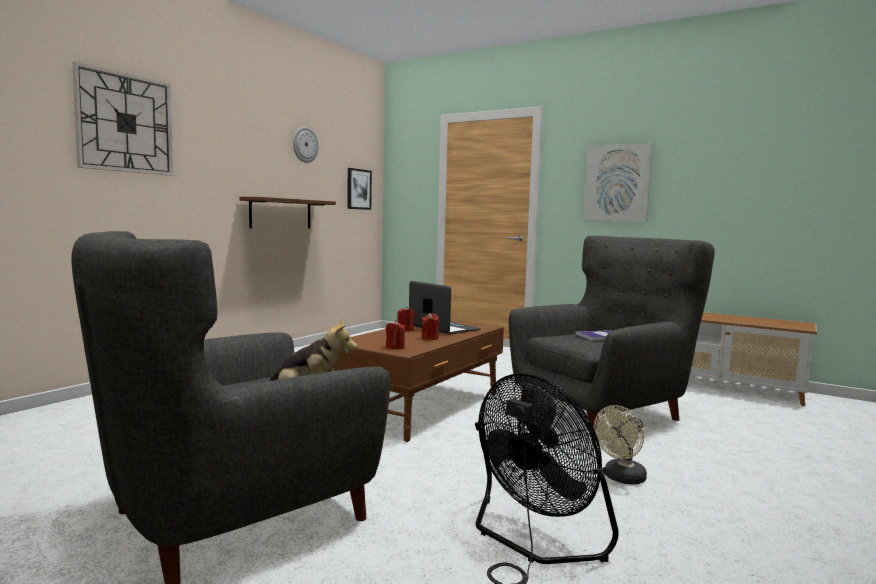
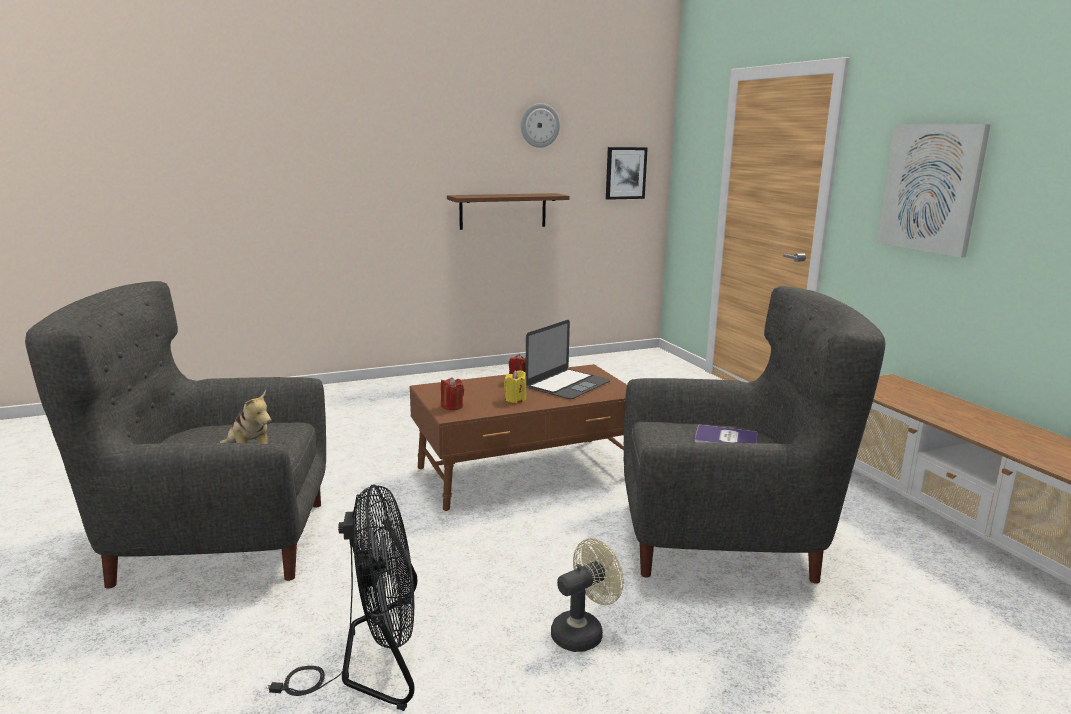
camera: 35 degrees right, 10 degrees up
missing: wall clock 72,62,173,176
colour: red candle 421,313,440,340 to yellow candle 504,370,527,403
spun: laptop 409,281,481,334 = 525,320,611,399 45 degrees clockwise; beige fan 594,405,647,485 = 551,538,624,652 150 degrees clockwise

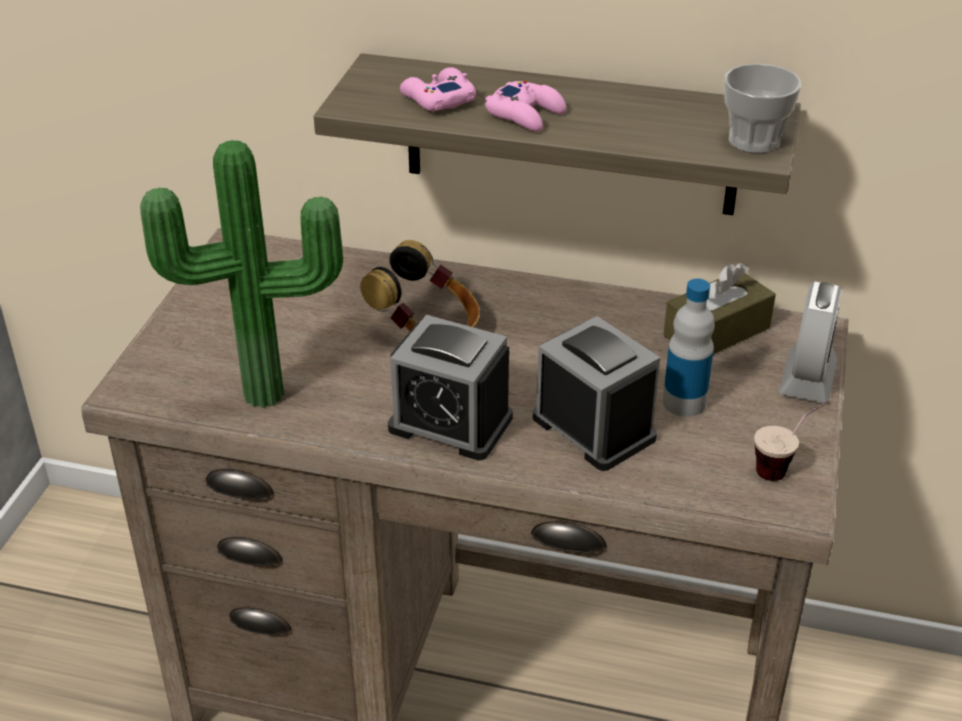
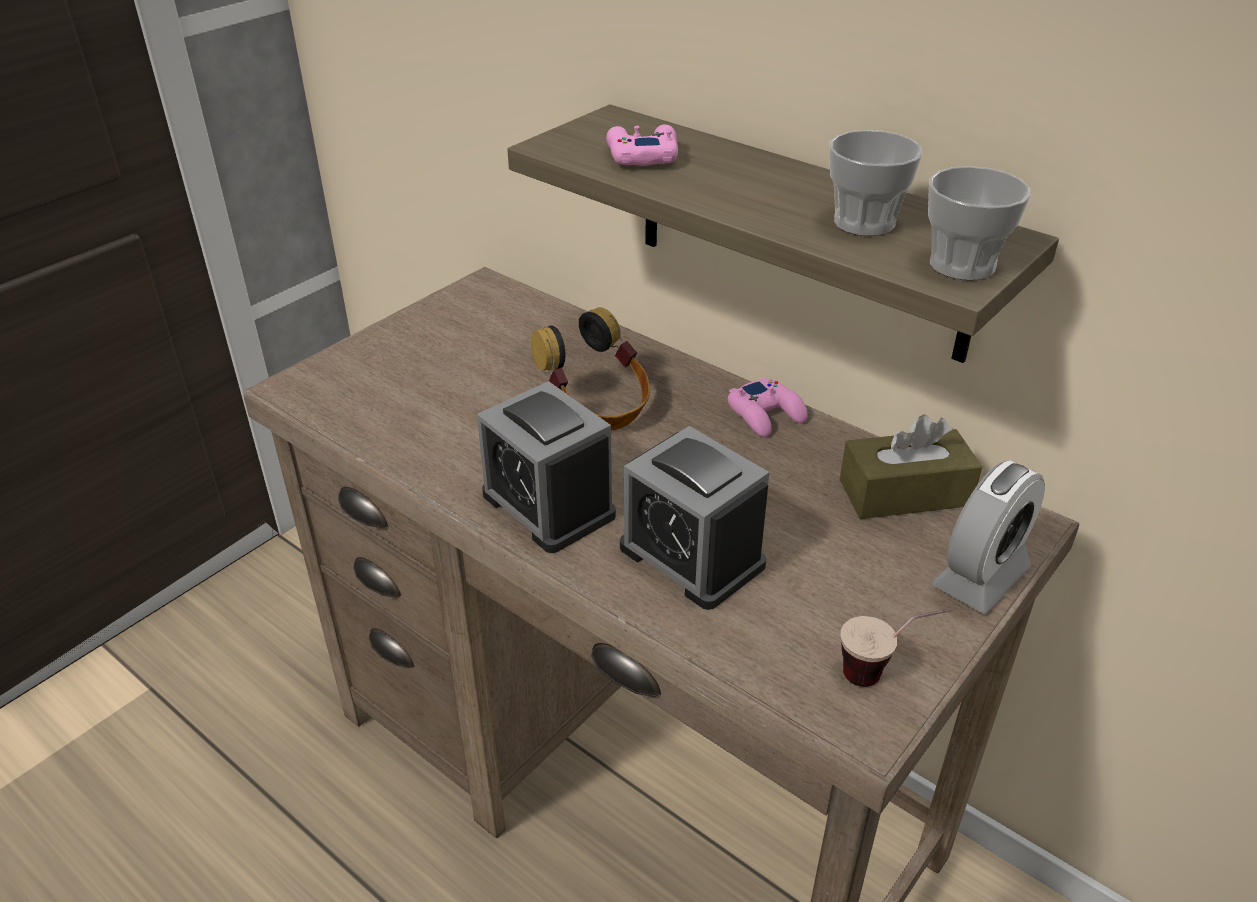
camera: 25 degrees right, 0 degrees up
missing: potted plant 140,140,343,408; bottle 663,279,715,417
appeared: cup 829,130,922,236
relocated: pink game controller 485,81,566,132 to 728,378,808,437
spun: alarm clock 533,316,660,471 = 620,426,769,610 150 degrees clockwise

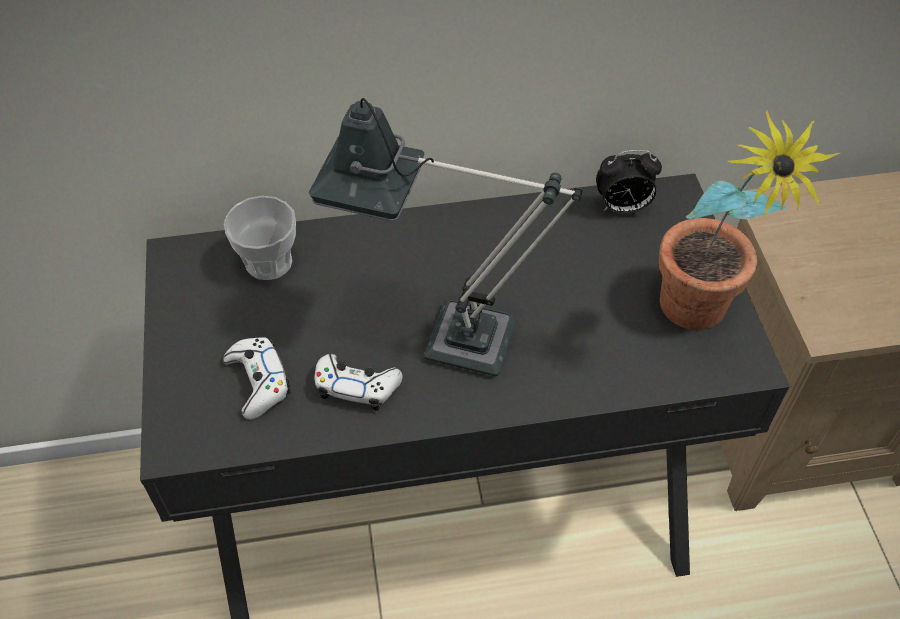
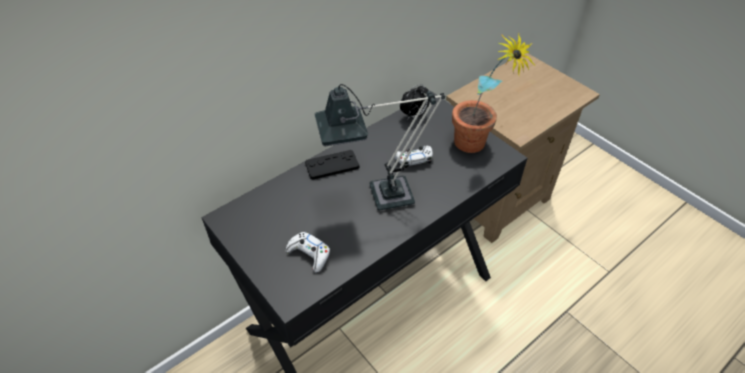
camera: 30 degrees left, 5 degrees down
missing: cup 224,196,296,280
appeared: black game controller 305,150,359,180
relocated: white game controller 314,354,402,411 to 394,145,433,168

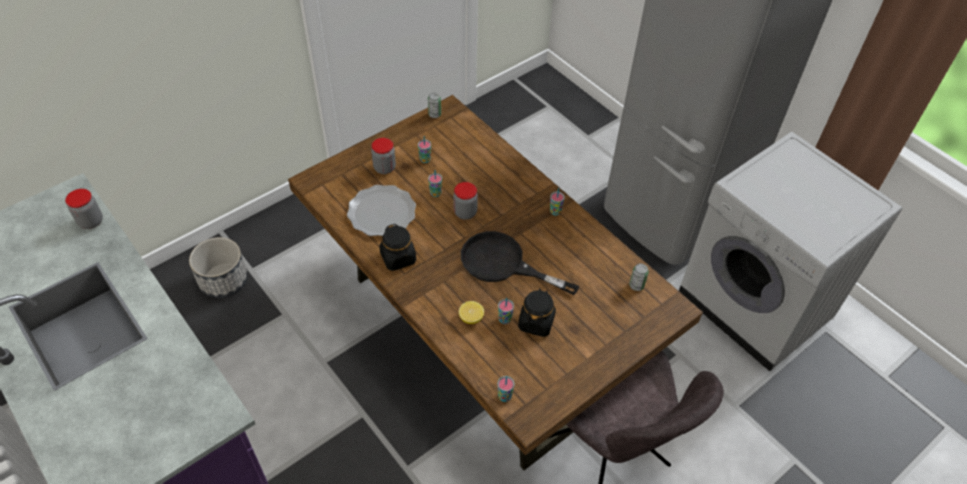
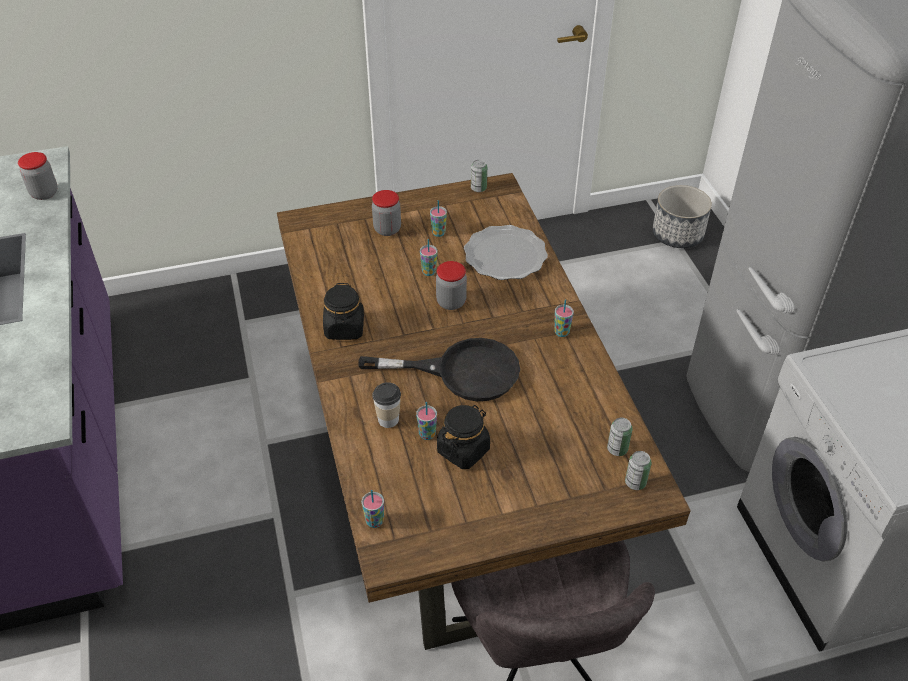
camera: 25 degrees right, 5 degrees down
appeared: can 625,451,651,490
relocated: plate 347,185,416,236 to 464,225,548,280; planter 189,237,248,298 to 653,185,712,248
exchanged: lemon 459,301,484,324 to cup 372,382,401,428
spun: black frying pan 461,231,579,295 = 358,338,520,401 135 degrees clockwise

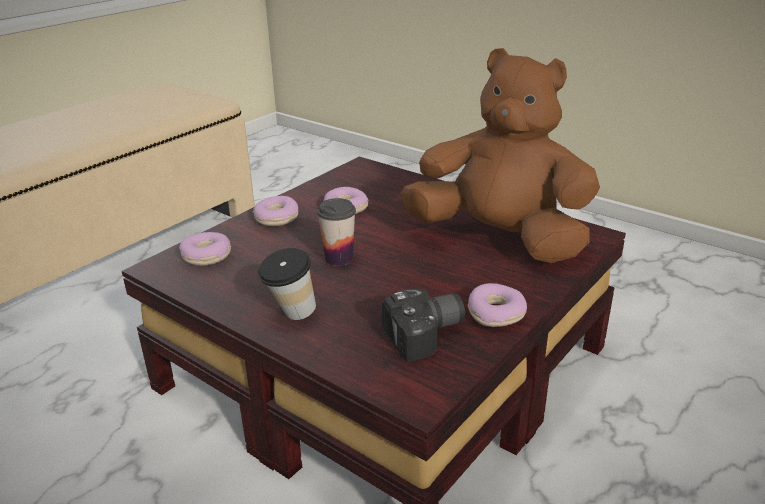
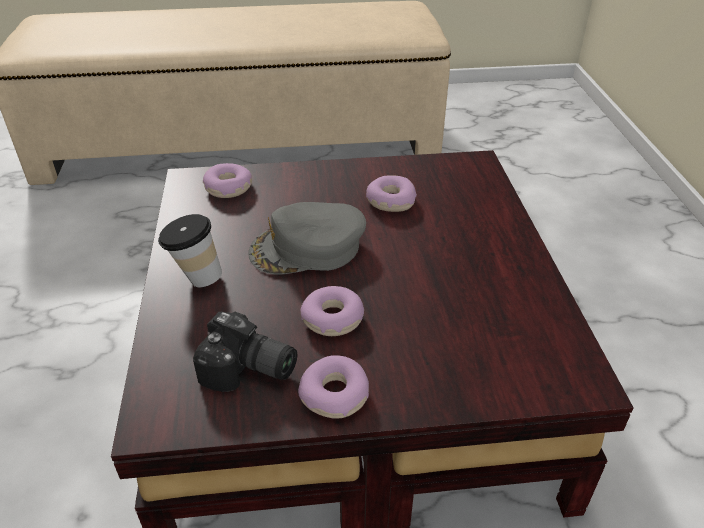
camera: 45 degrees right, 10 degrees up
missing: brown plush toy 400,48,600,263
relocated: donut 252,196,298,226 to 301,286,364,336
exchanged: cup 317,198,356,266 to grey cap 248,202,366,274

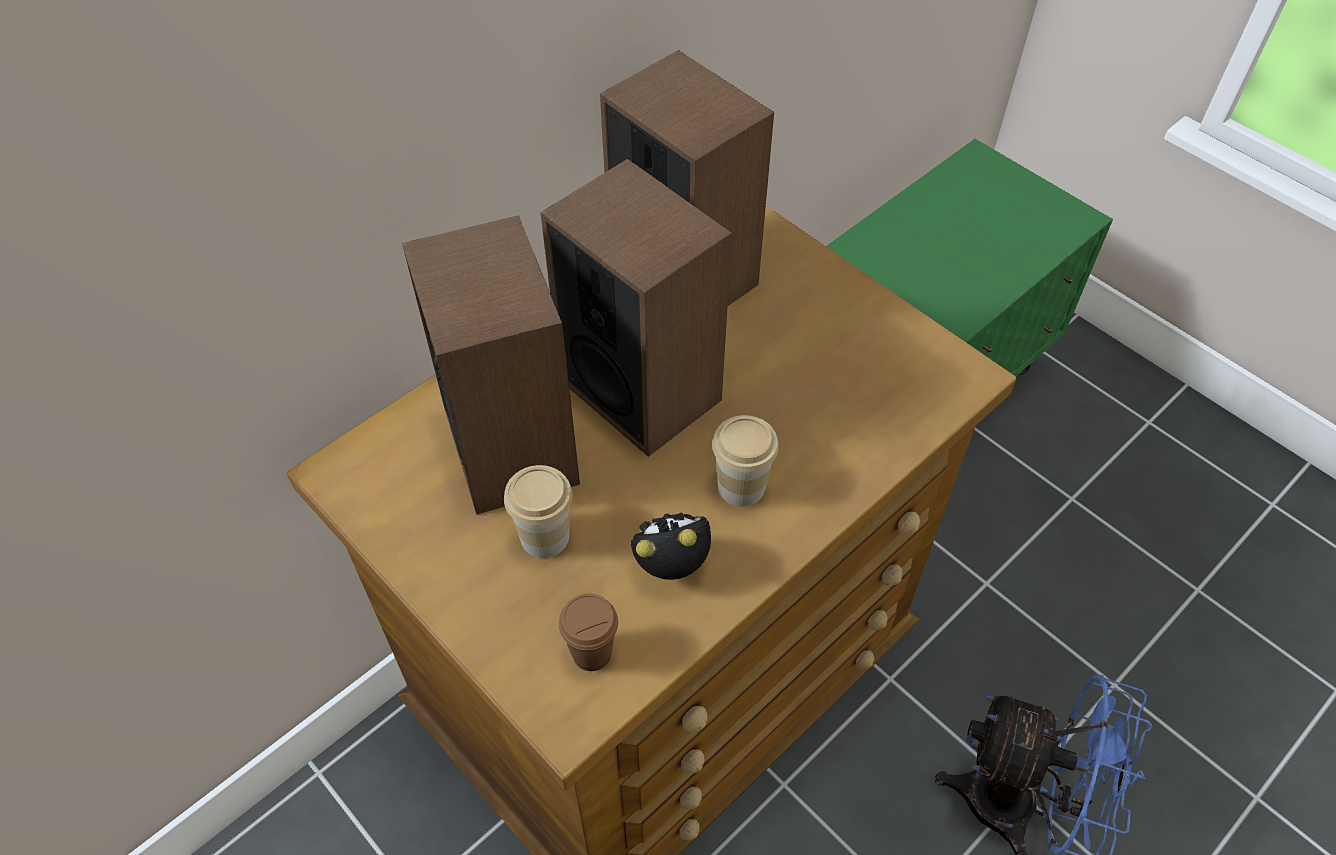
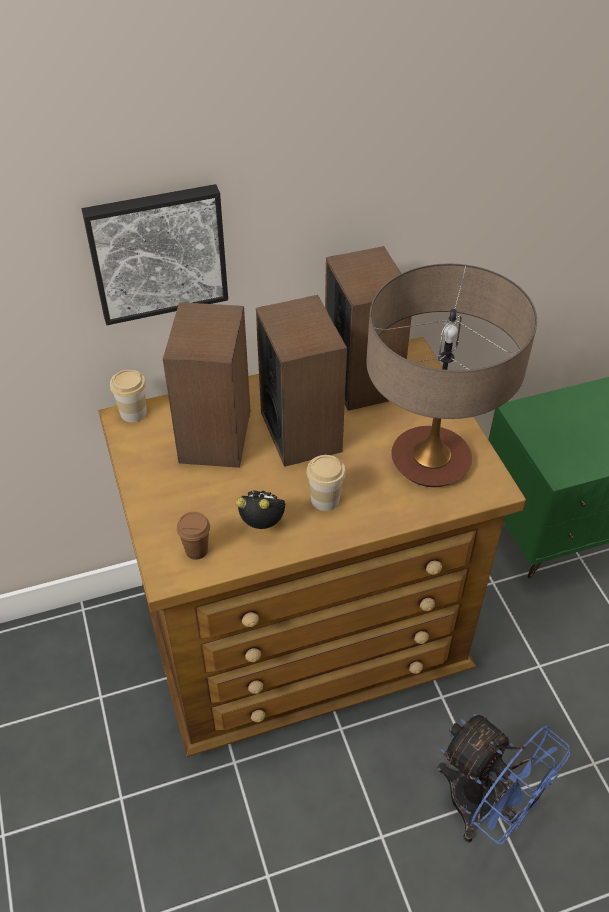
camera: 25 degrees right, 5 degrees down
appeared: picture 82,184,228,325; table lamp 366,264,537,487
relocated: cup 504,465,573,558 to 110,370,147,422

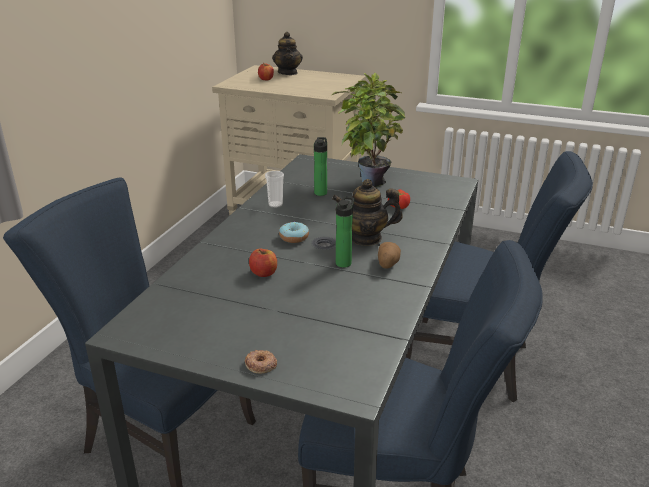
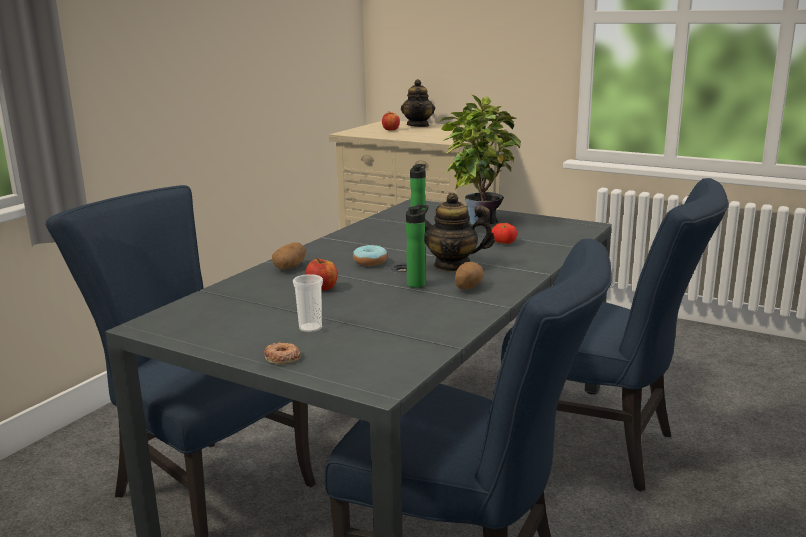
camera: 10 degrees right, 10 degrees down
appeared: potato 272,242,305,270
relocated: cup 265,171,284,208 to 293,274,323,333

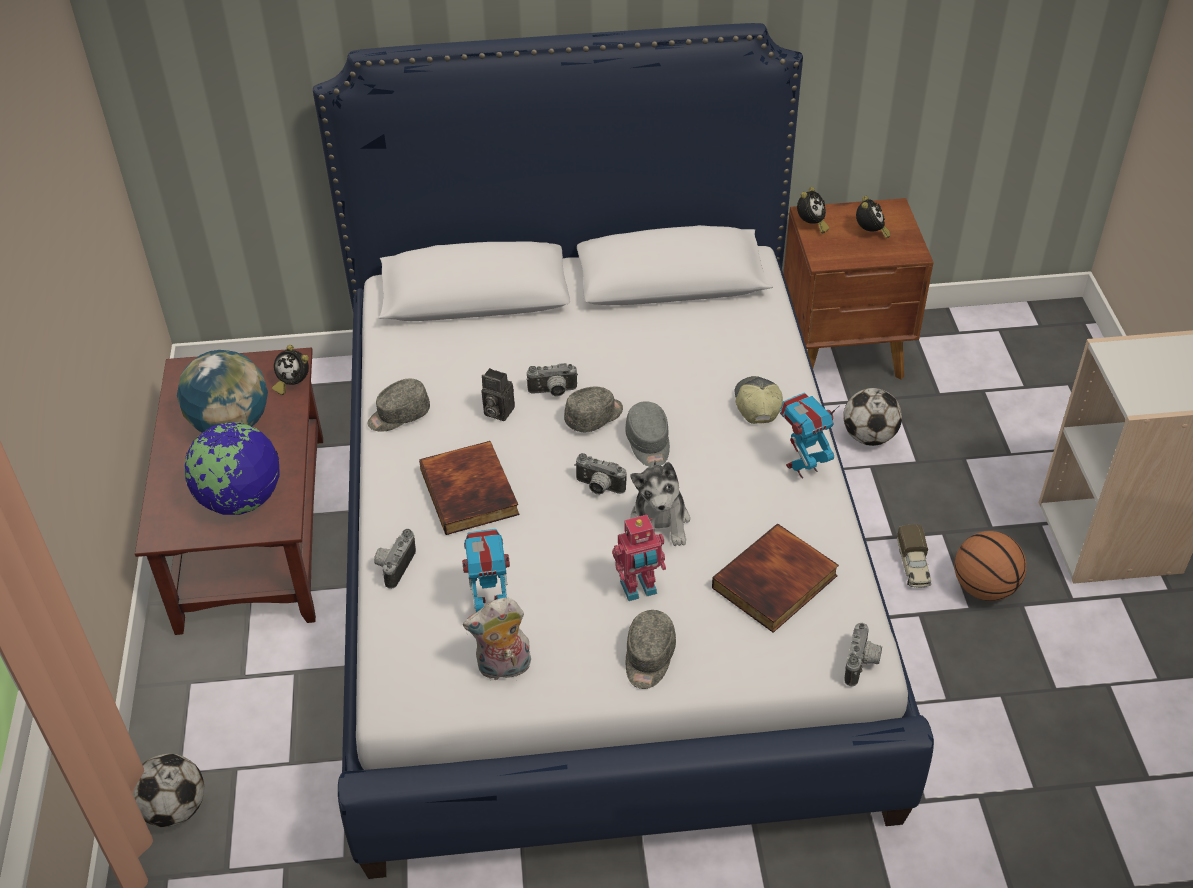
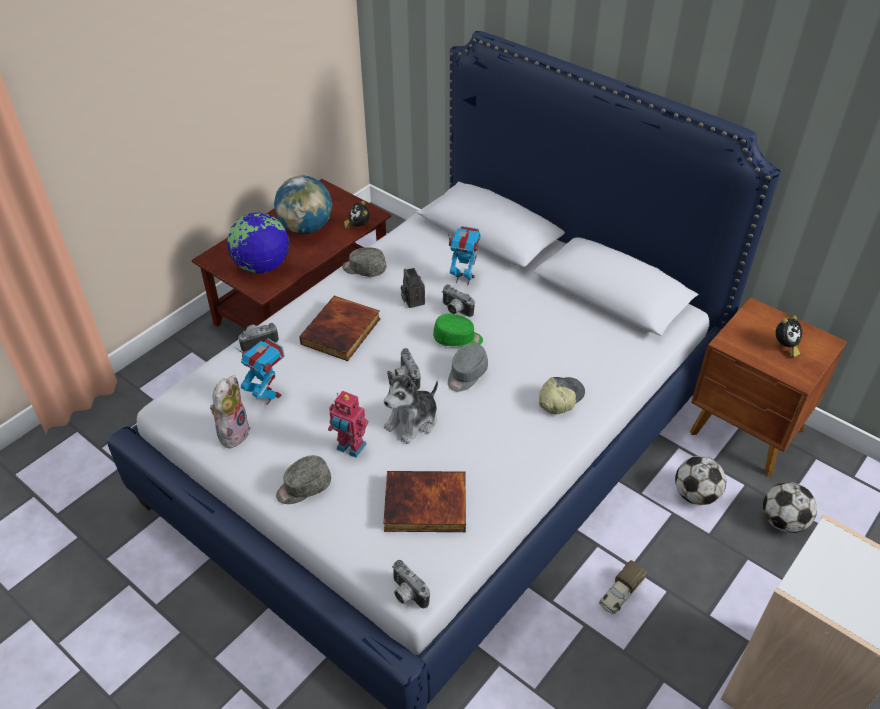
camera: 45 degrees right, 0 degrees up
missing: alarm clock 797,187,829,233; basketball 954,531,1027,601
relocated: toy robot 780,393,839,479 to 448,226,481,285; football 133,754,204,827 to 763,482,817,533
colour: grey cap 564,387,623,433 to green cap 433,314,483,347
spun: plush toy 463,597,531,680 = 210,375,250,448 75 degrees clockwise; photo camera 844,623,882,686 = 392,560,430,609 75 degrees clockwise

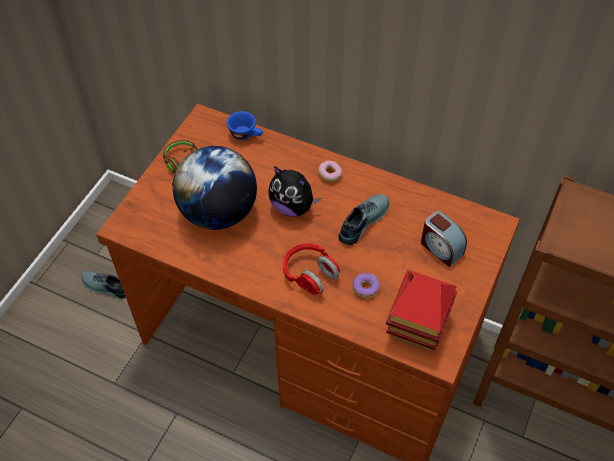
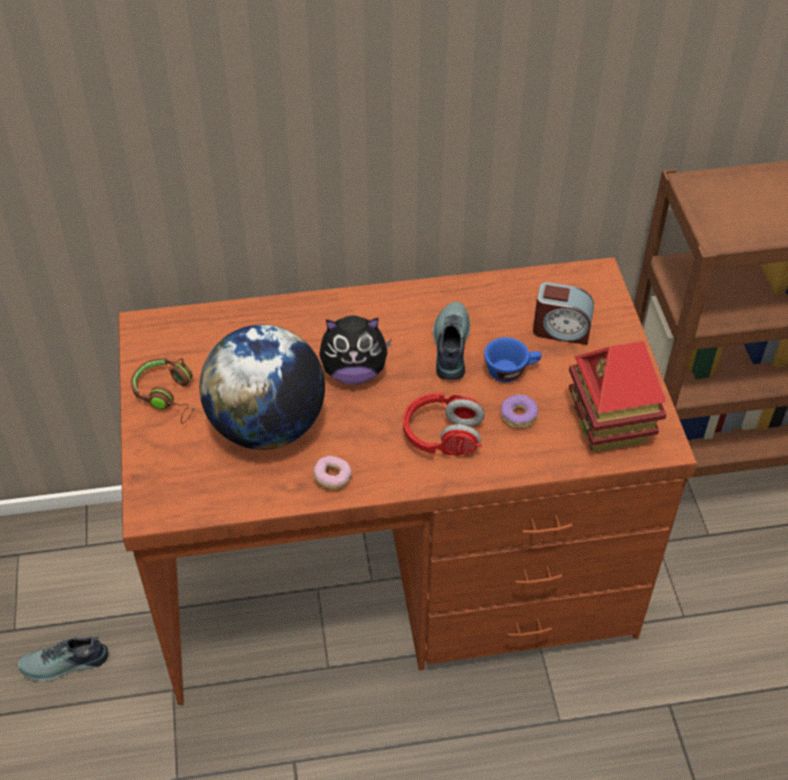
camera: 35 degrees left, 5 degrees down
relocated: donut 318,161,342,182 to 313,456,352,490; blue cup 227,111,263,140 to 484,337,541,382

